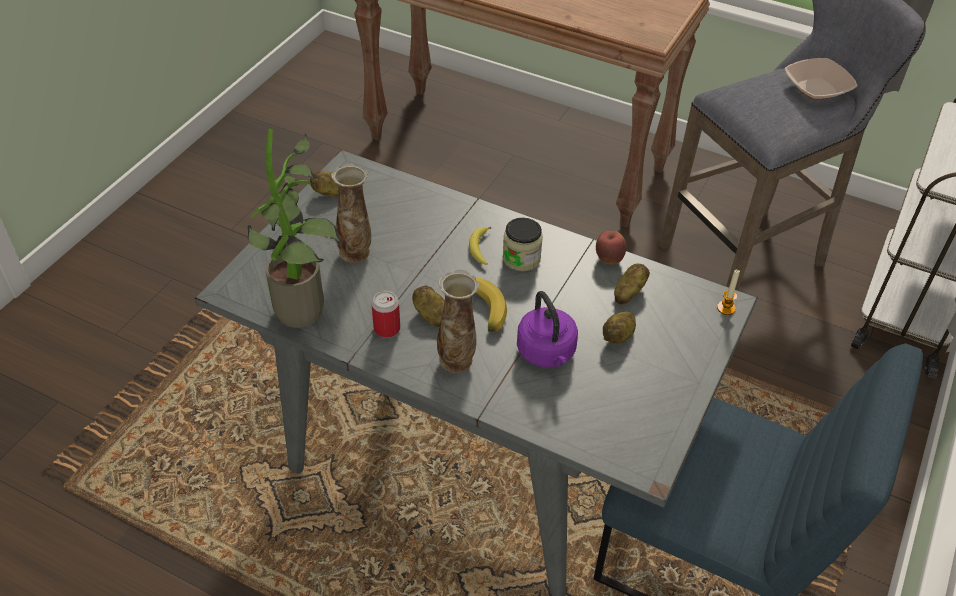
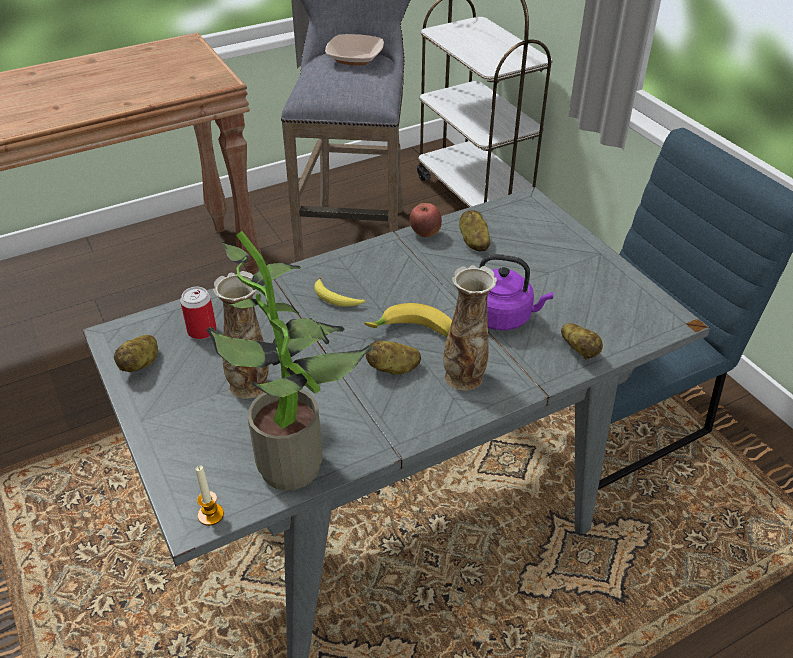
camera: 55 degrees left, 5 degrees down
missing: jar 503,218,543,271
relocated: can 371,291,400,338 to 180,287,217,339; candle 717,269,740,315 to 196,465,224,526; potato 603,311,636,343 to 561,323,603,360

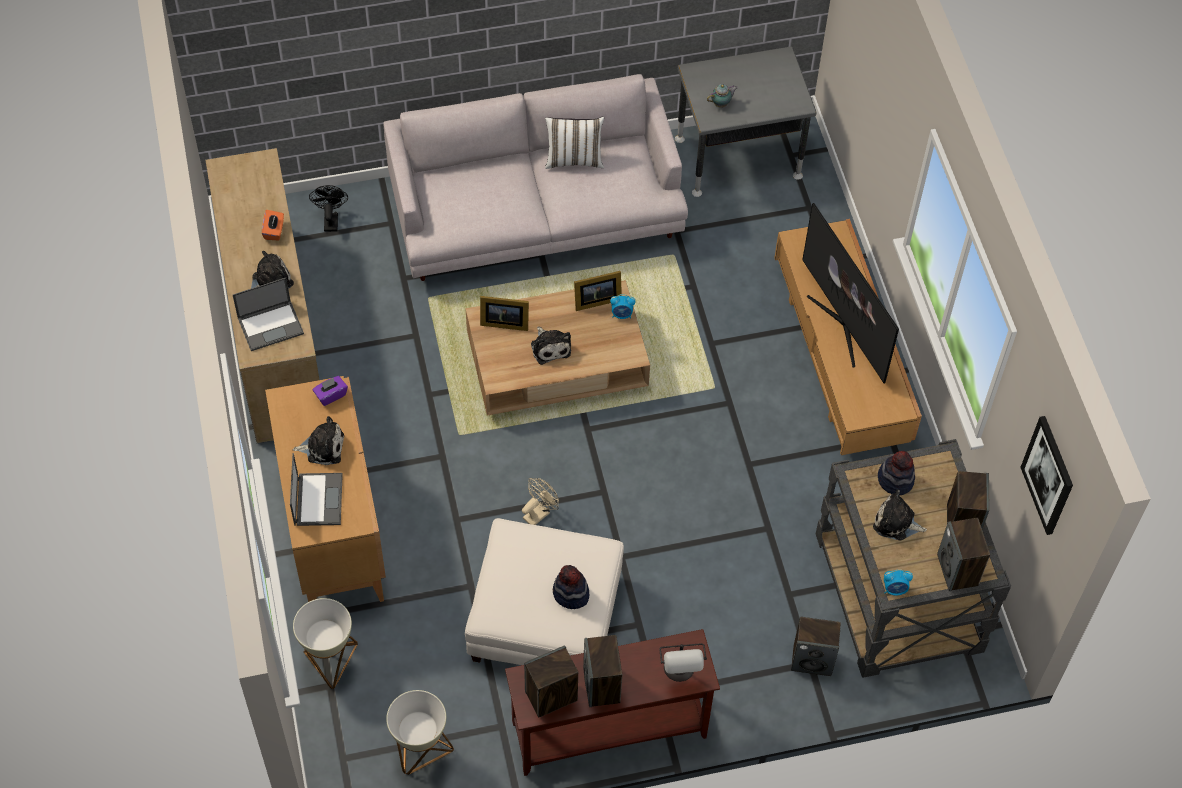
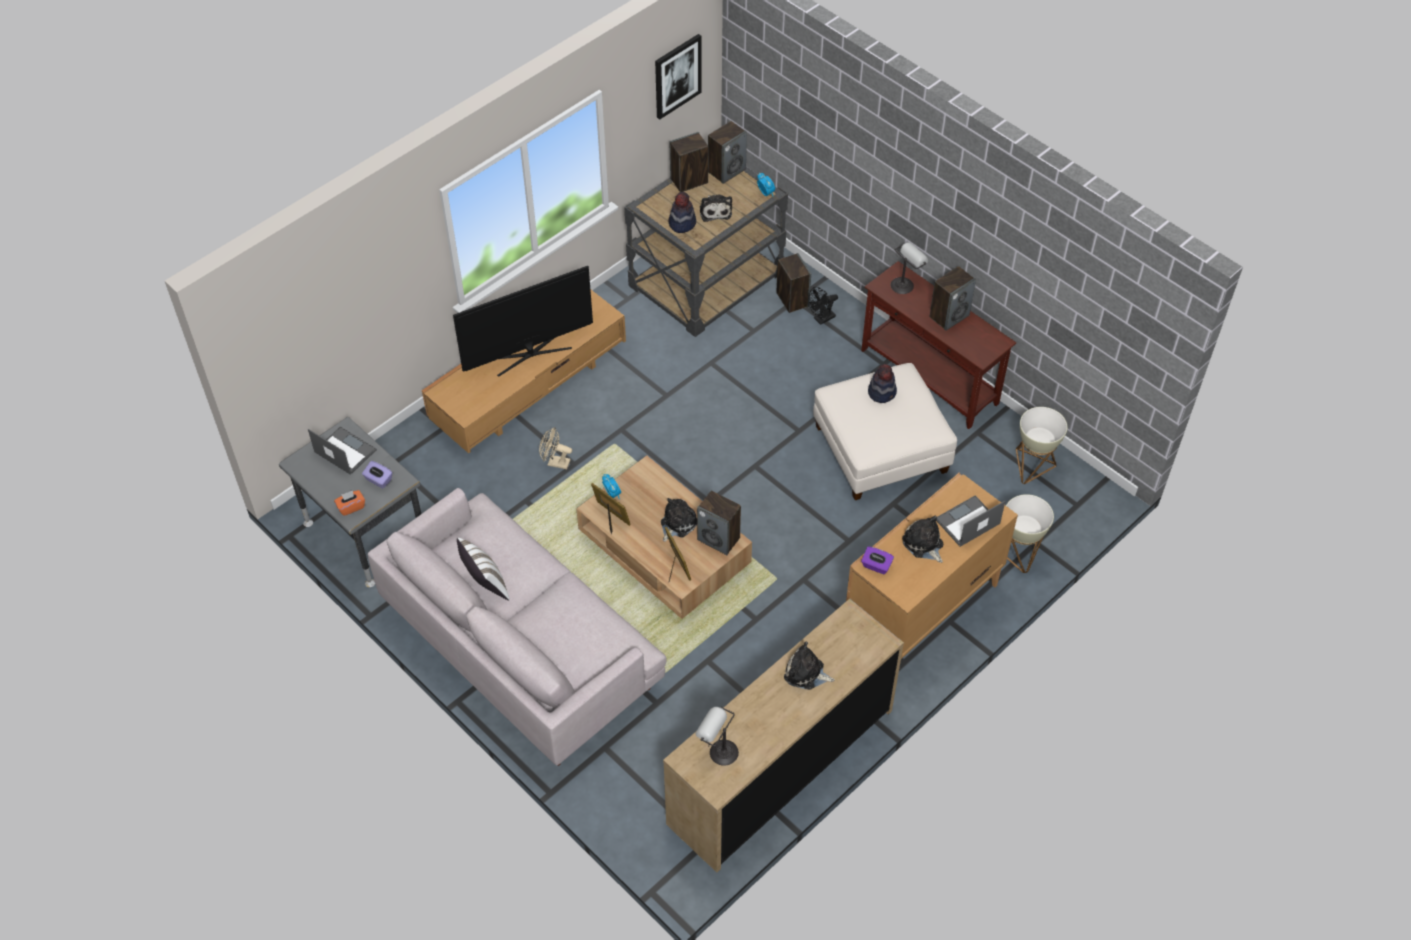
camera: 120 degrees left, 5 degrees down
appeared: table lamp 696,707,739,766
relocated: laptop 233,278,304,351 to 308,426,377,475; orange tissue box 262,210,284,241 to 334,490,365,516; beige fan 522,478,559,525 to 539,427,572,469; speaker 524,645,578,718 to 697,490,741,555; black fan 309,185,348,232 to 808,287,838,325
exchanged: teapot 707,84,738,108 to purple tissue box 362,461,393,488
spun: television 802,203,899,384 = 453,266,593,377 150 degrees counterclockwise

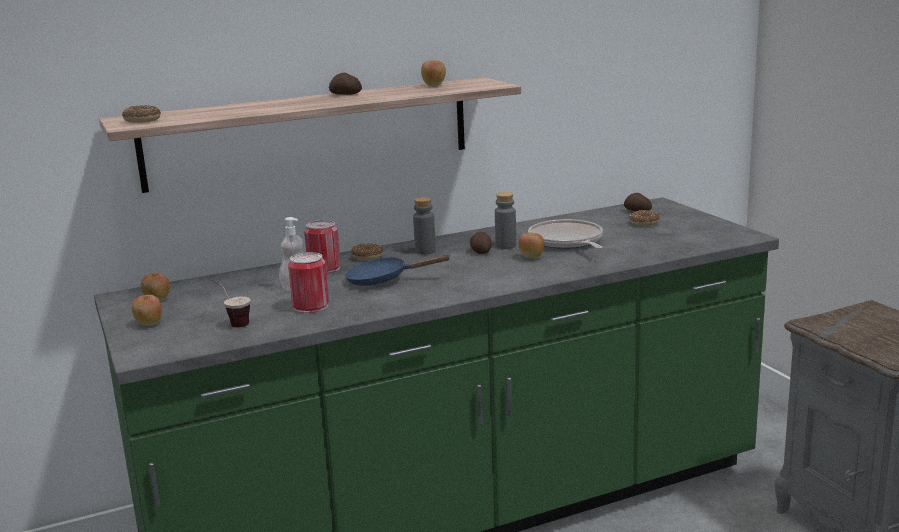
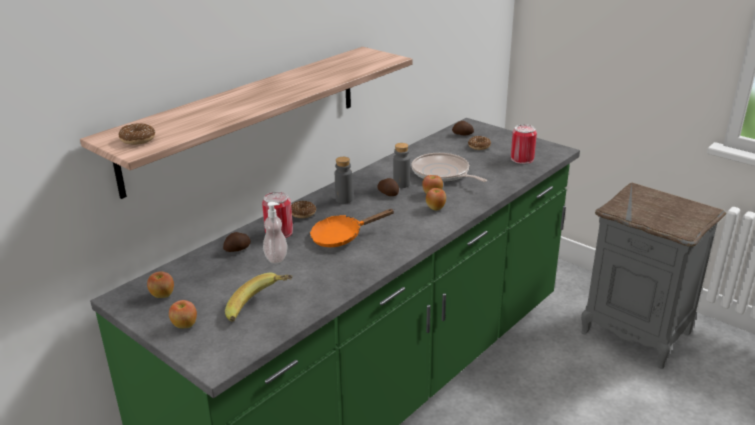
camera: 25 degrees left, 10 degrees up
relocated: potato 329,73,362,95 to 223,232,251,252; apple 421,60,446,86 to 426,188,446,210; can 288,252,329,313 to 511,124,537,164
exchanged: cup 211,279,250,327 to banana 225,273,293,322
colour: blue frying pan 345,255,451,286 to orange frying pan 310,209,395,247

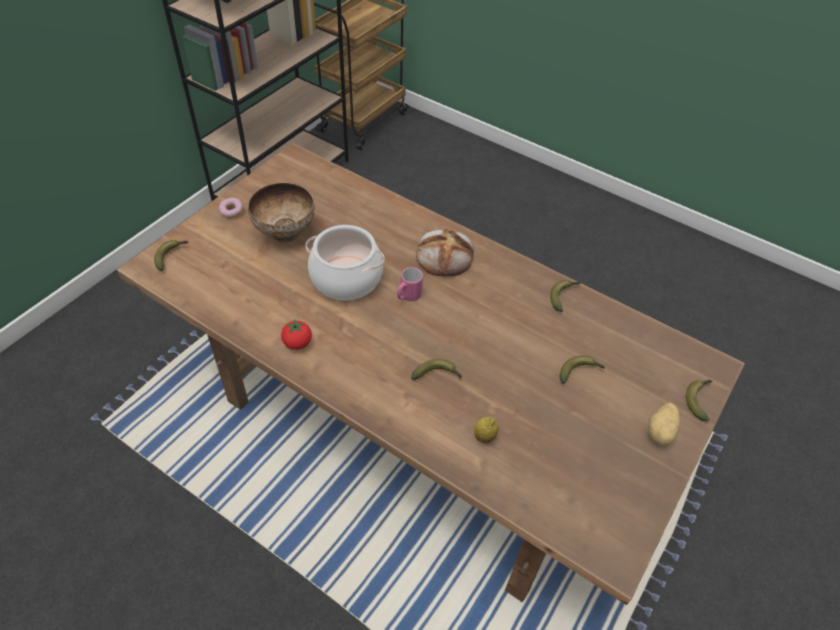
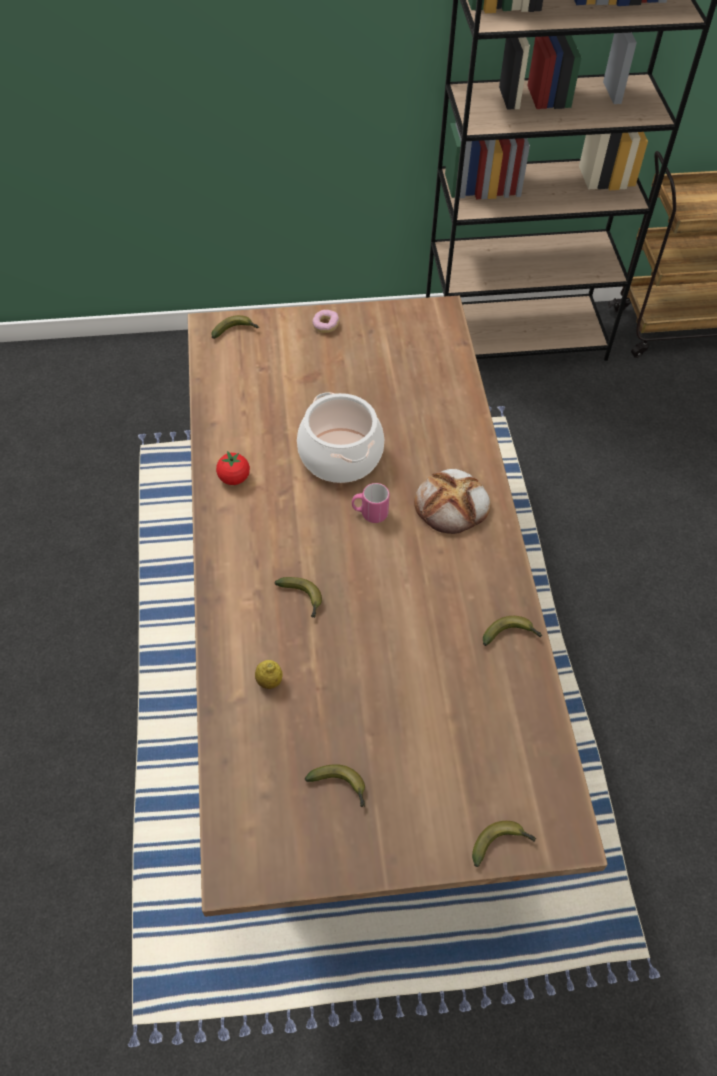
camera: 50 degrees right, 5 degrees up
missing: bowl 248,183,315,242; potato 648,403,680,446
relocated: banana 560,355,605,384 to 305,764,365,807

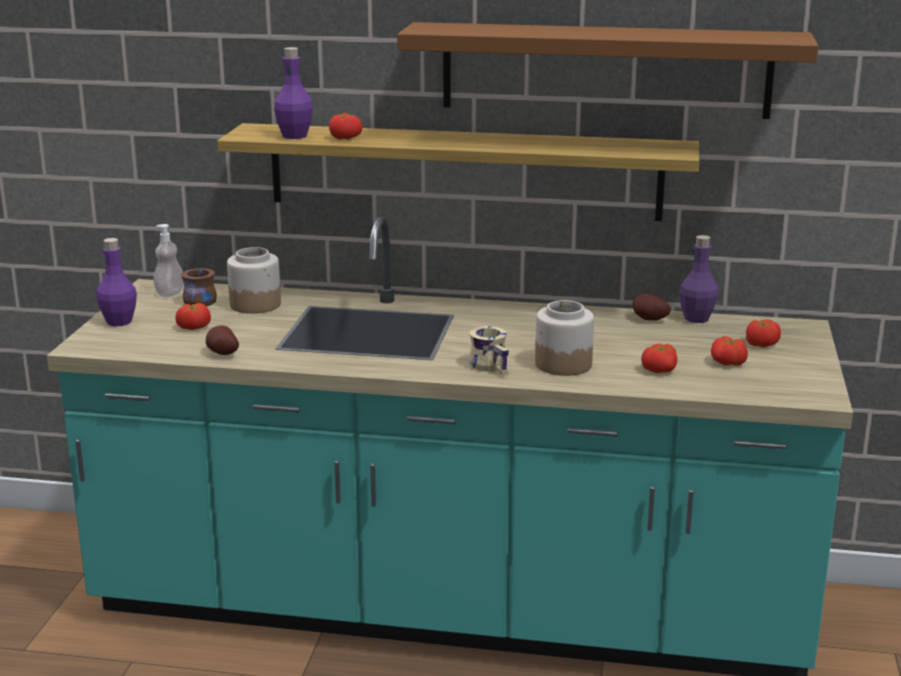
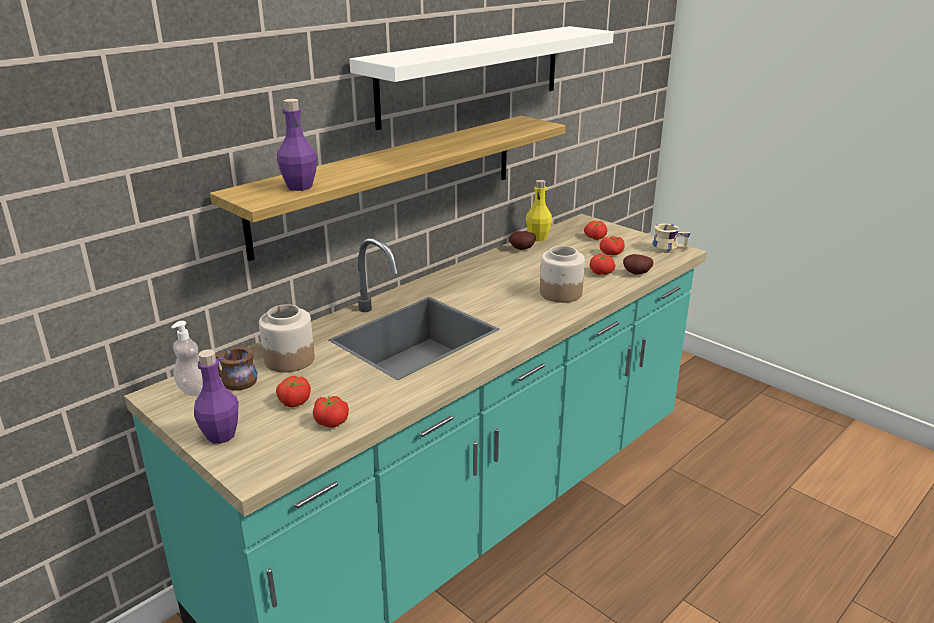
camera: 55 degrees left, 5 degrees up
relocated: tomato 329,113,362,140 to 313,396,349,428; potato 206,325,239,355 to 623,254,654,275; beige mug 469,326,509,376 to 652,223,690,253
colour: brown shelf 397,22,819,119 to white shelf 349,26,614,130; purple bottle 679,235,719,323 to yellow bottle 526,180,552,241

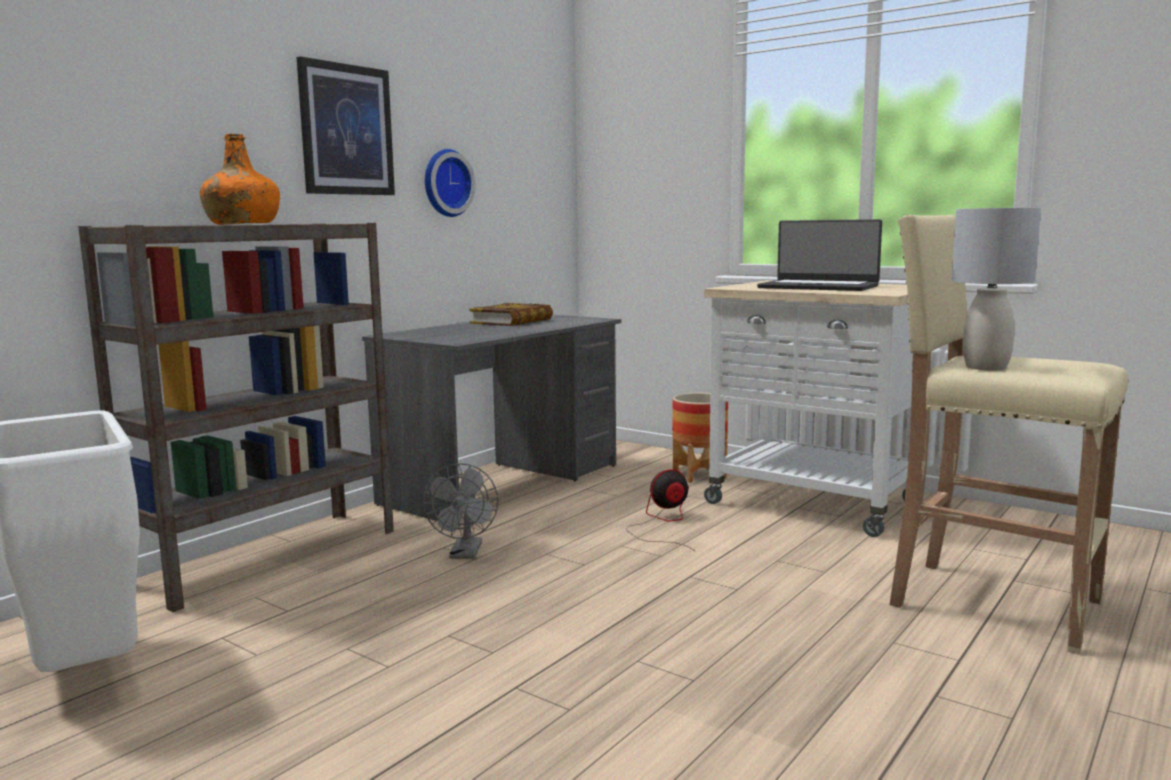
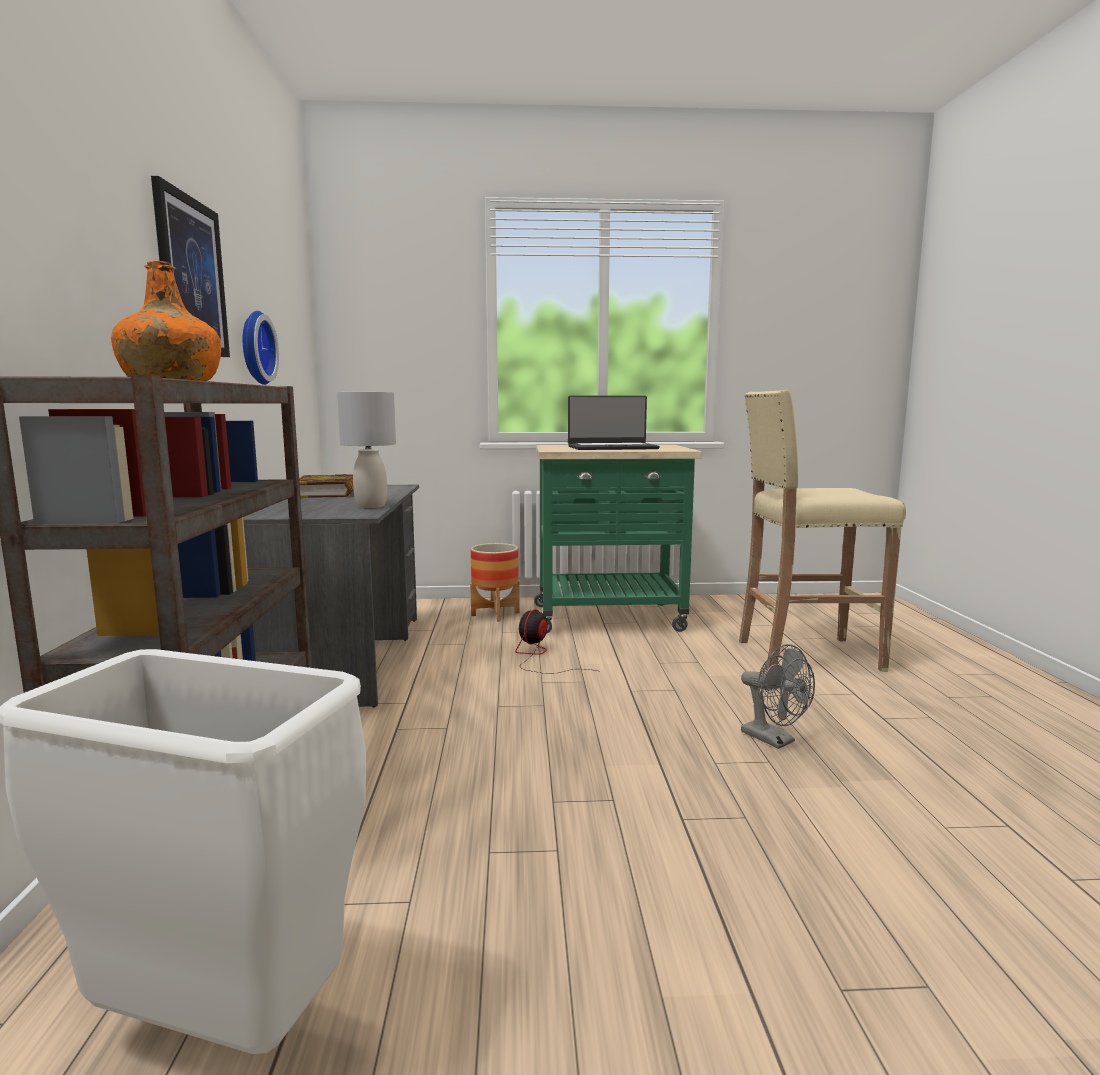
camera: 40 degrees left, 0 degrees up
relocated: grey table lamp 951,208,1041,371 to 337,392,396,508; grey fan 423,463,499,559 to 741,644,815,749
colour: white cart 704,280,932,537 to green cart 535,445,702,634

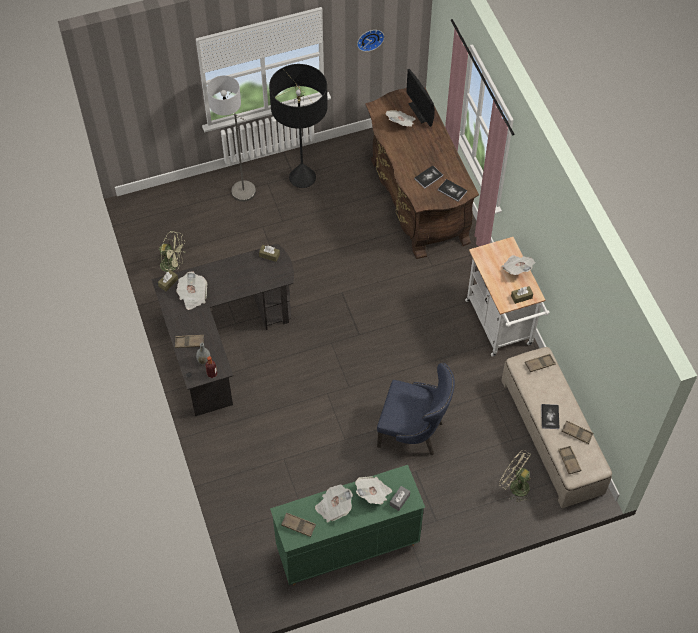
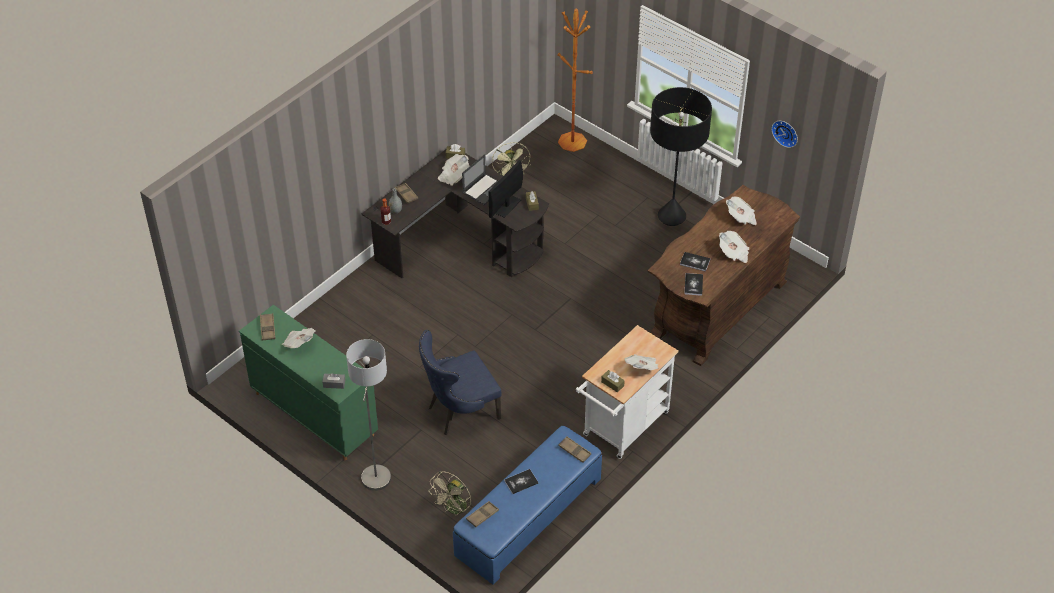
camera: 60 degrees right, 10 degrees down
missing: brown tray 562,420,593,444
appeared: laptop 462,154,498,205; orange clothes rack 557,8,593,152
relocated: grey floor lamp 207,75,256,202 to 346,339,391,491; monitor 406,69,435,127 to 489,160,523,218; newspaper 355,476,392,504 to 719,231,749,263
colour: beige bench 501,347,612,508 to blue bench 453,426,602,585
spun: blue chair 377,363,455,455 = 419,330,501,435 75 degrees clockwise; beige fan 499,451,531,503 = 430,471,474,515 150 degrees counterclockwise

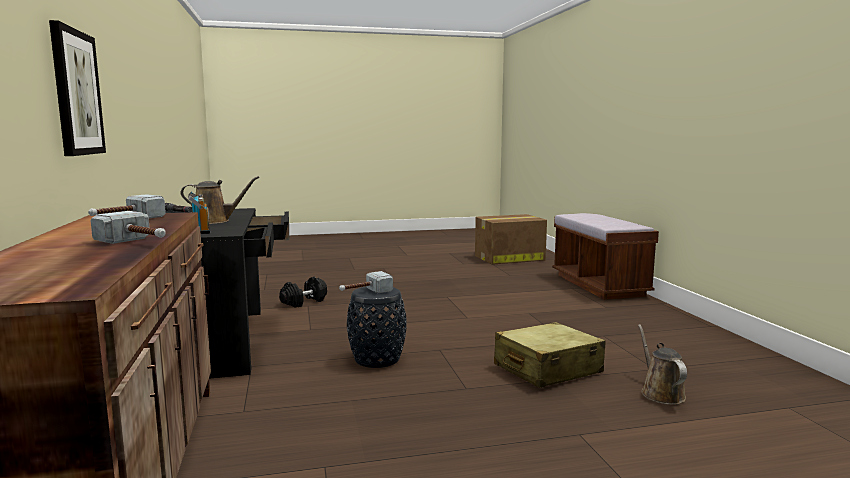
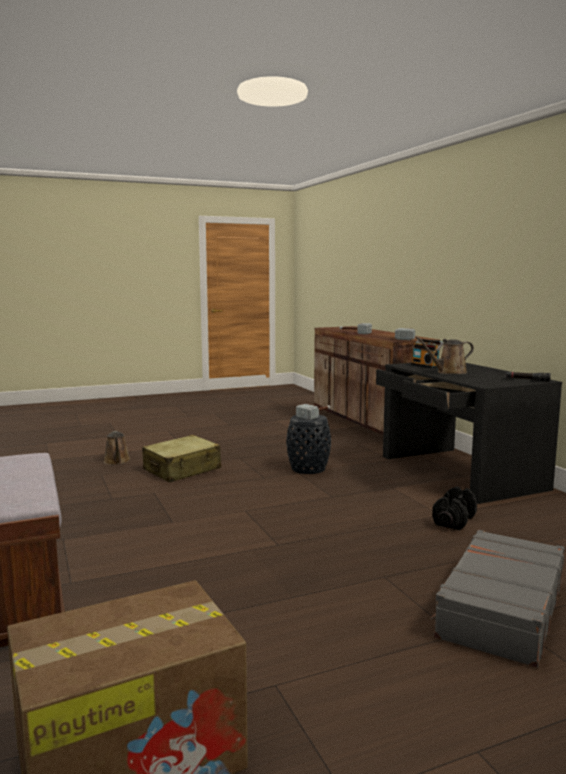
camera: 170 degrees right, 0 degrees up
missing: picture 49,20,106,156
appeared: grey suitcase 431,530,564,668

